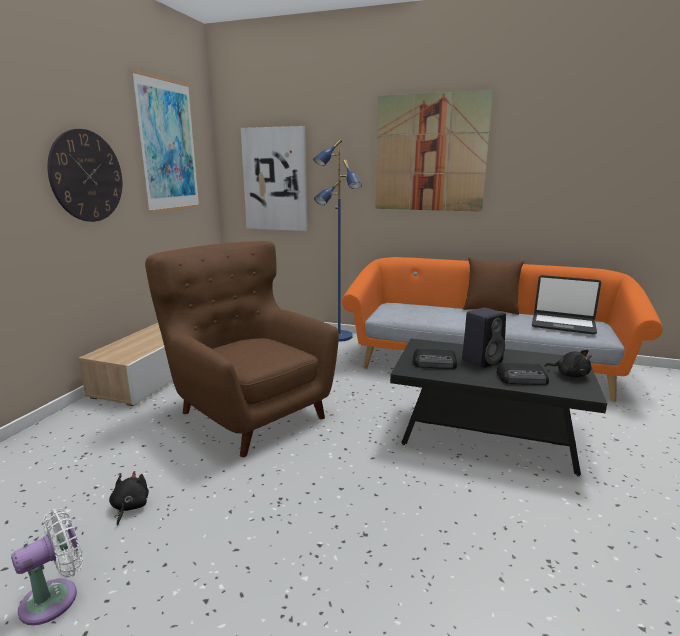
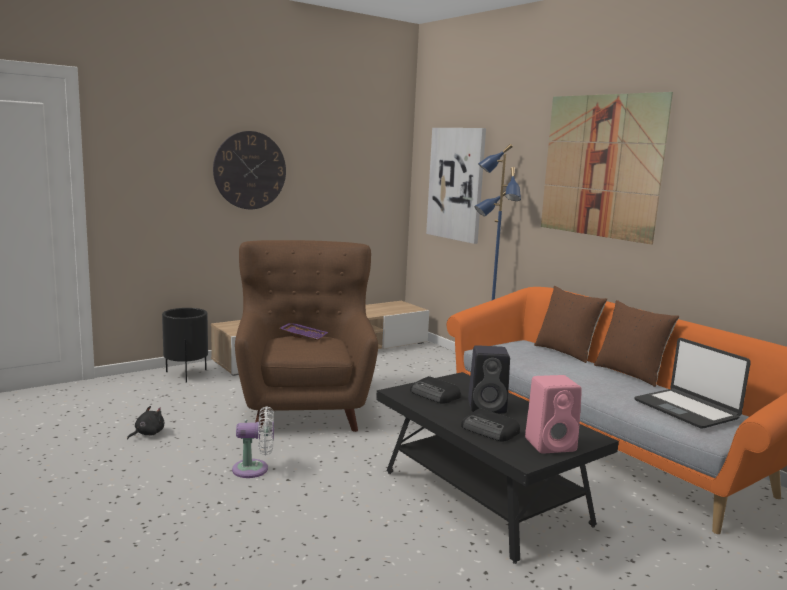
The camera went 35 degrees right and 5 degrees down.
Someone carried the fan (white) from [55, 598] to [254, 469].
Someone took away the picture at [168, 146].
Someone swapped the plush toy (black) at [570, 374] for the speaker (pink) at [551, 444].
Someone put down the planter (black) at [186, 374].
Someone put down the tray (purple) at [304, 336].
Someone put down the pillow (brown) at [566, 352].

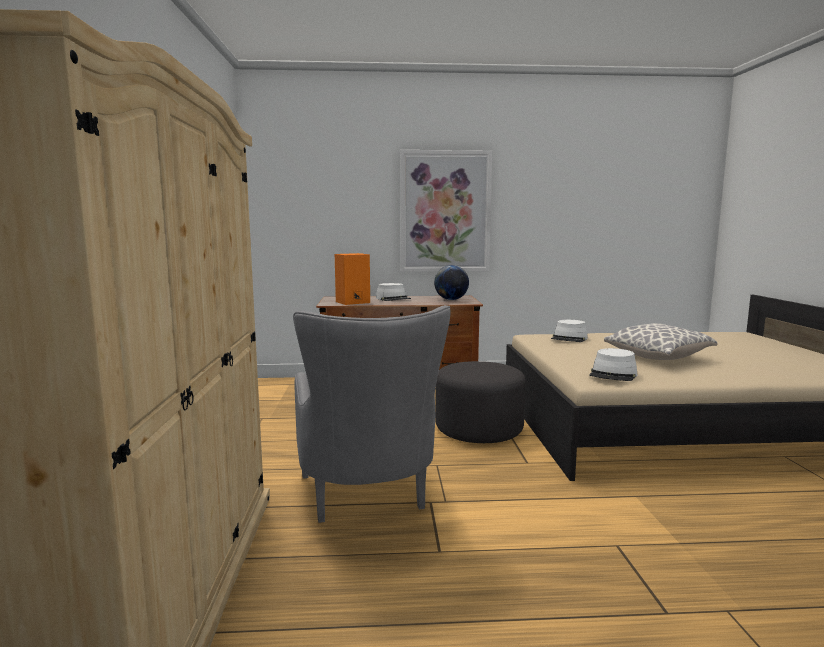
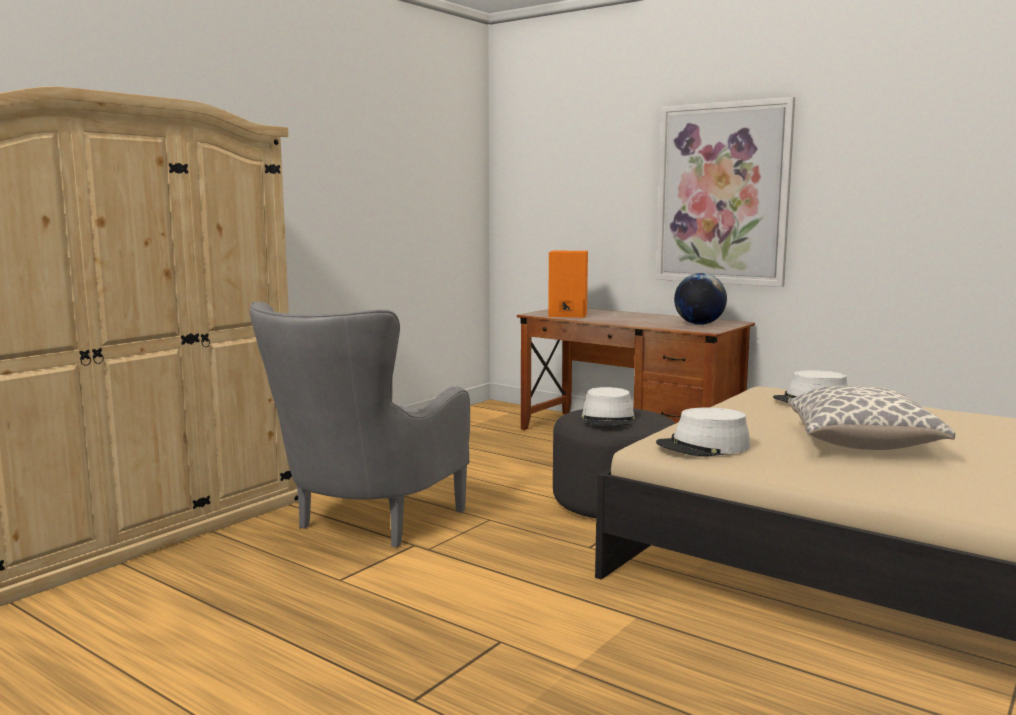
The camera went 40 degrees right and 0 degrees up.
Someone carried the hat (white) from [393, 299] to [608, 419].

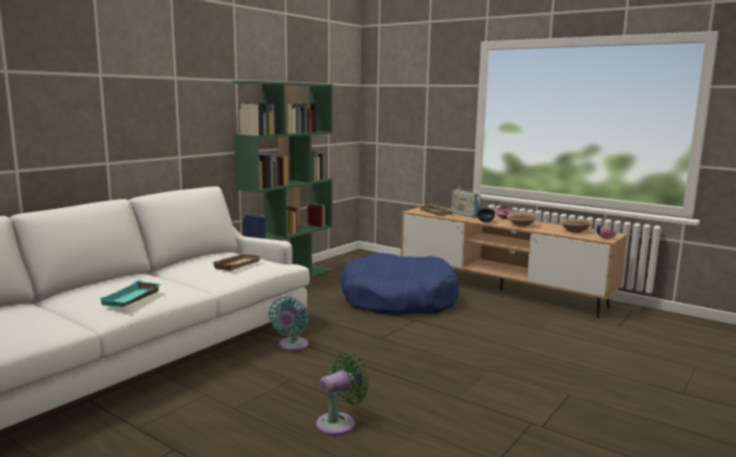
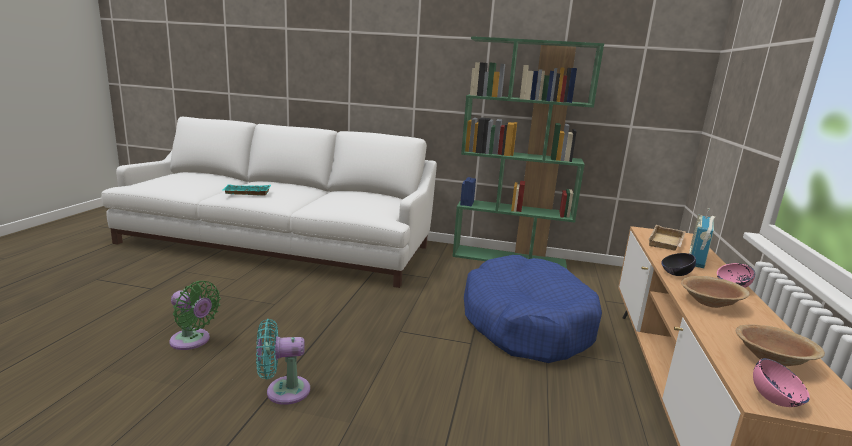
The camera went 65 degrees right and 5 degrees up.
Someone took away the tray (beige) at [236, 264].
Someone carried the fan (turquoise) from [292, 346] to [283, 391].

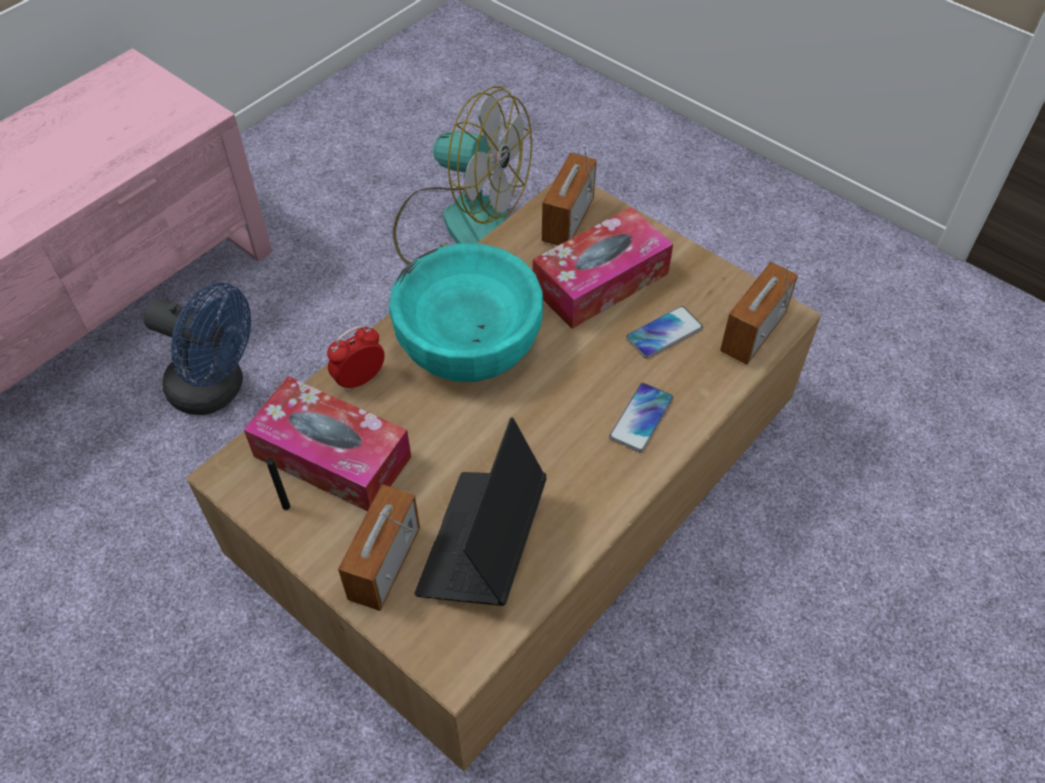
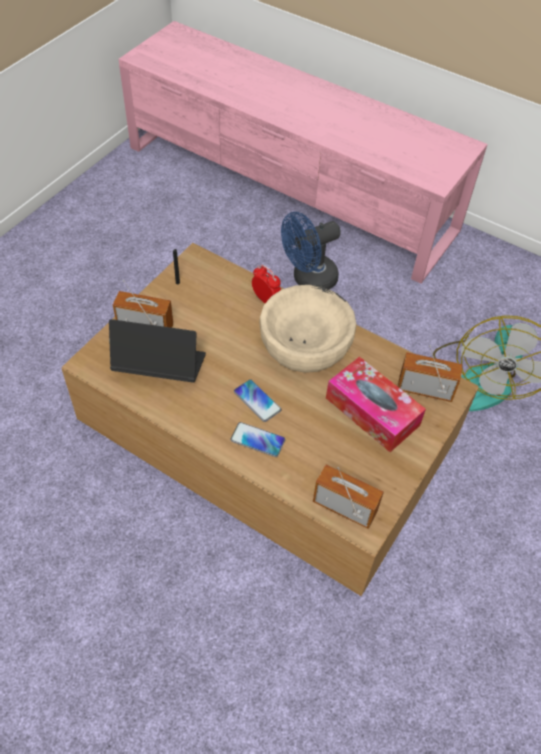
The camera went 80 degrees right and 0 degrees up.
Someone rotated the fan (blue) at [217, 390] by 45 degrees clockwise.
Someone took away the tissue box at [332, 456].
Someone repainted the bowl (turquoise) at [468, 340], which became the bowl (beige) at [305, 345].
Someone carried the phone from [664, 333] to [257, 401].

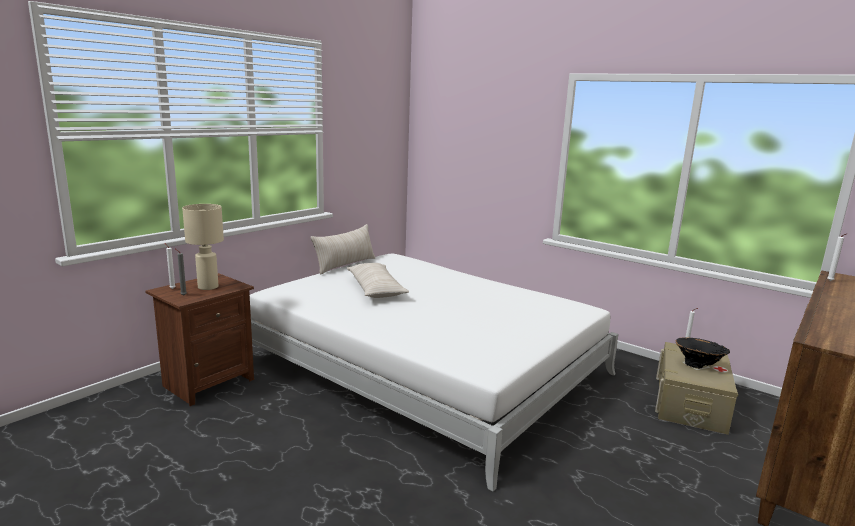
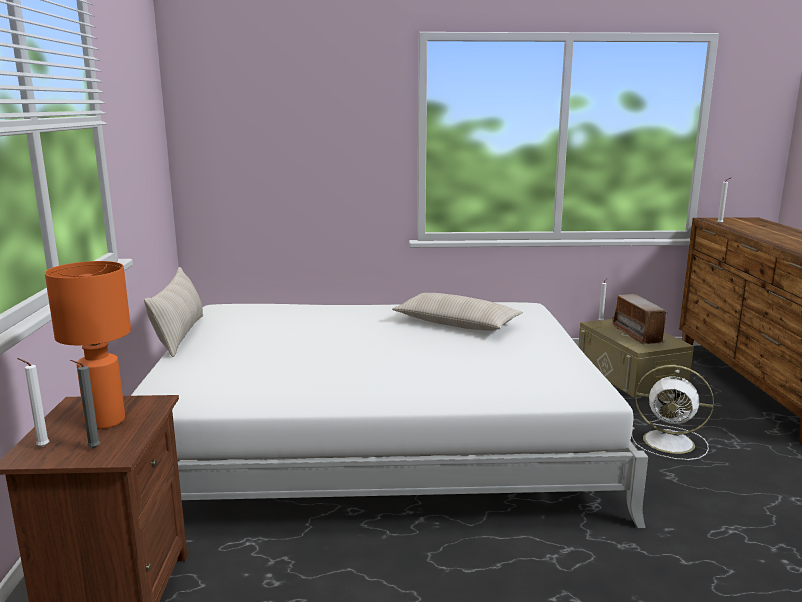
The camera went 40 degrees left and 0 degrees up.
Someone repainted the table lamp (beige) at [207, 287], which became the table lamp (orange) at [104, 421].
Someone carried the pillow (beige) from [375, 289] to [456, 324].
Someone swapped the vase (black) at [698, 366] for the radio at [637, 334].
Someone put down the fan (white) at [671, 442].

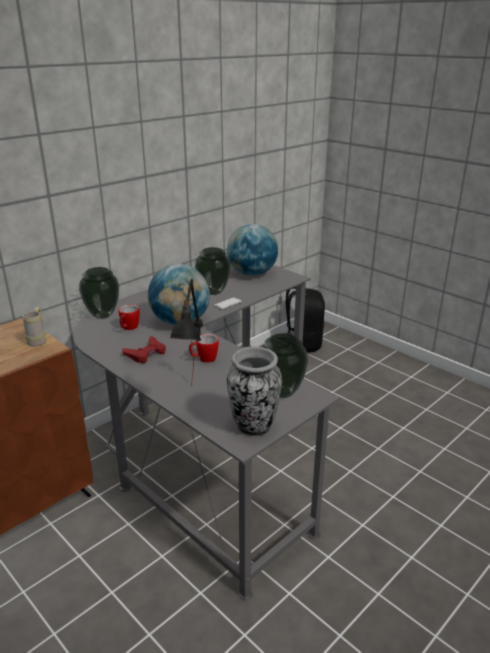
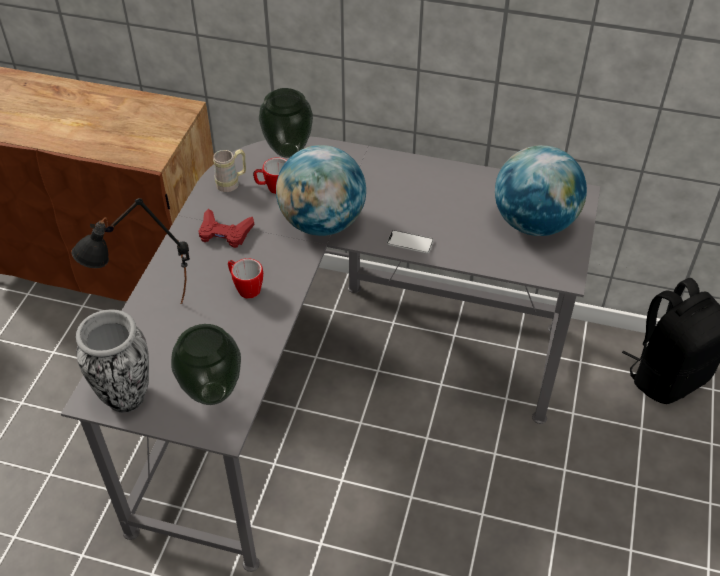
The camera went 60 degrees right and 20 degrees up.
Someone carried the mug (beige) from [38, 340] to [232, 184].
Someone took away the vase at [213, 292].

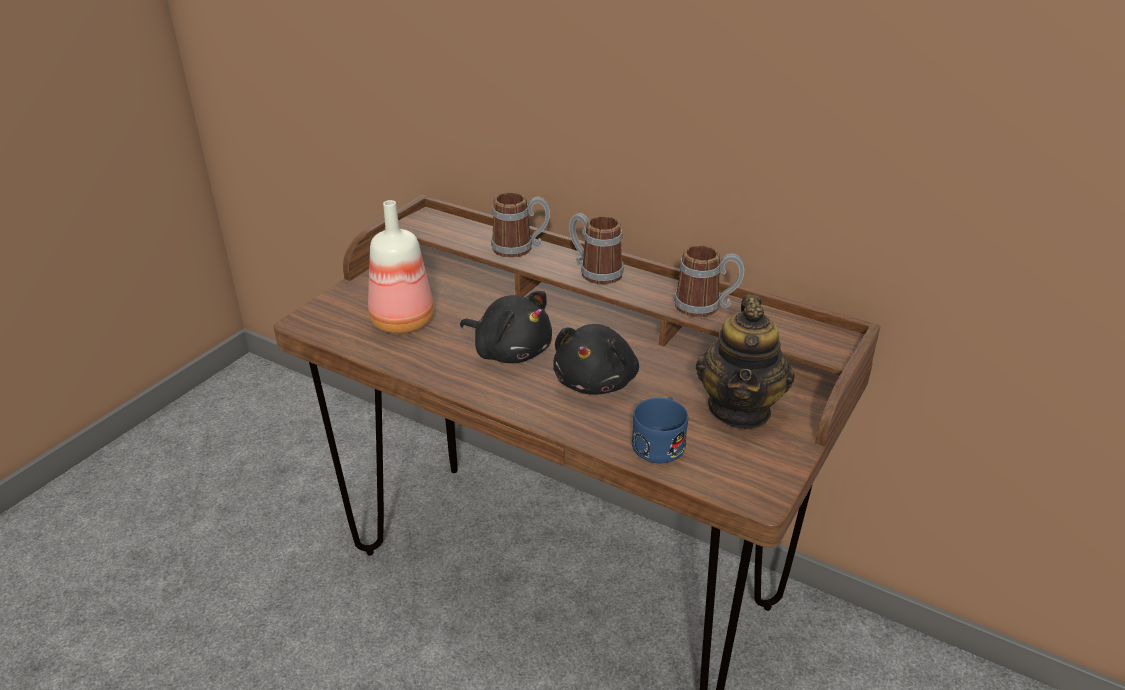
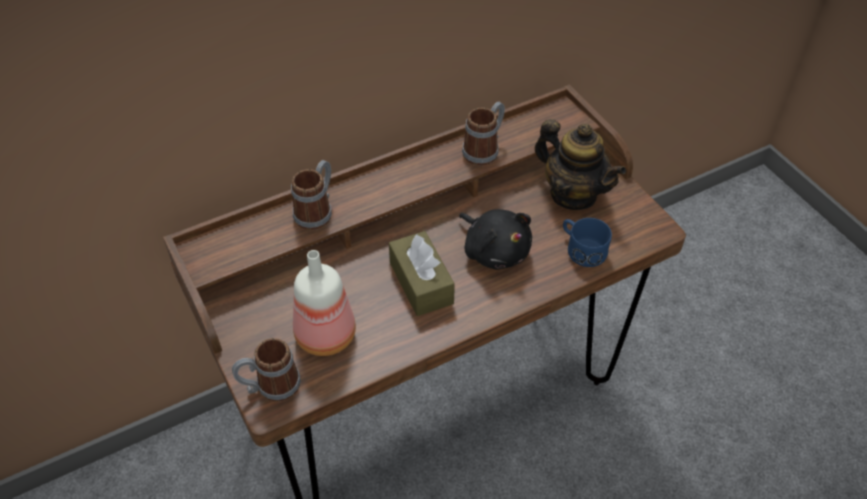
The camera went 60 degrees left and 15 degrees up.
Someone swapped the plush toy (black) at [510, 351] for the tissue box (brown) at [421, 283].
Someone carried the mug from [594, 271] to [270, 387].

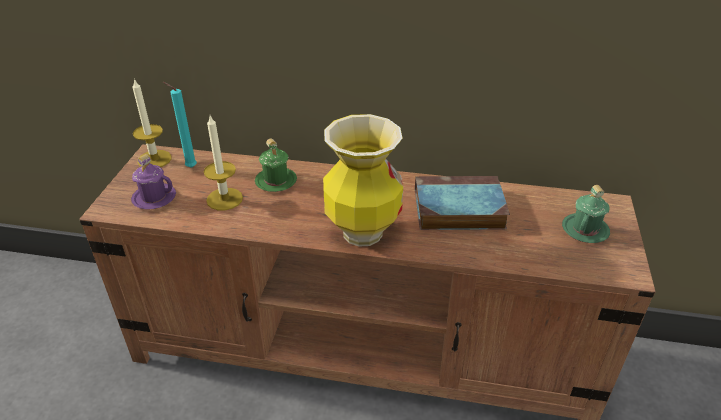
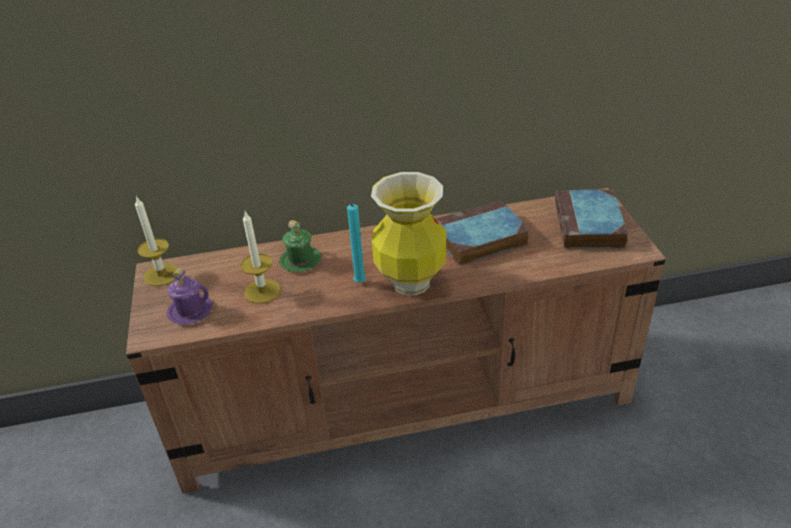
The camera went 20 degrees left and 0 degrees up.
Someone carried the candle (turquoise) from [189, 167] to [358, 283].
Someone swapped the mug (green) at [585, 230] for the book at [589, 226].

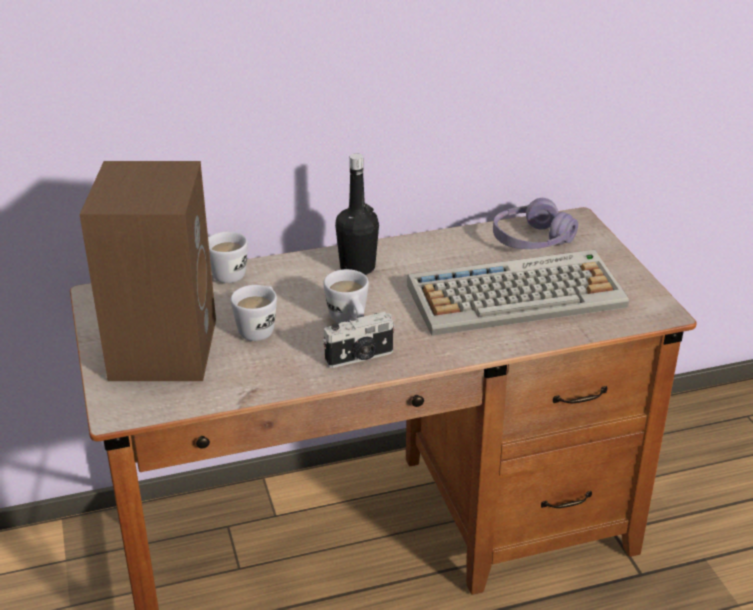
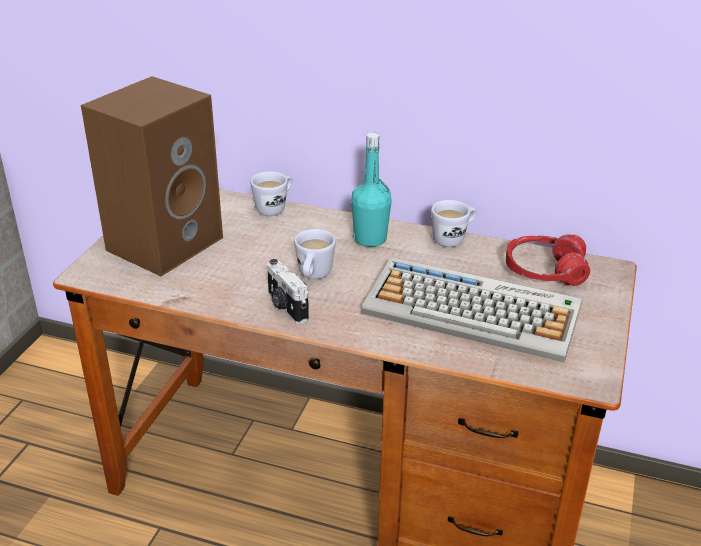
The camera went 35 degrees right and 0 degrees up.
Someone carried the mug (white) from [259, 328] to [453, 239].
Someone rotated the photo camera at [360, 358] by 45 degrees clockwise.
Someone repainted the bottle (black) at [357, 268], which became the bottle (turquoise) at [370, 239].
Someone repainted the headphones (purple) at [531, 240], which became the headphones (red) at [544, 271].

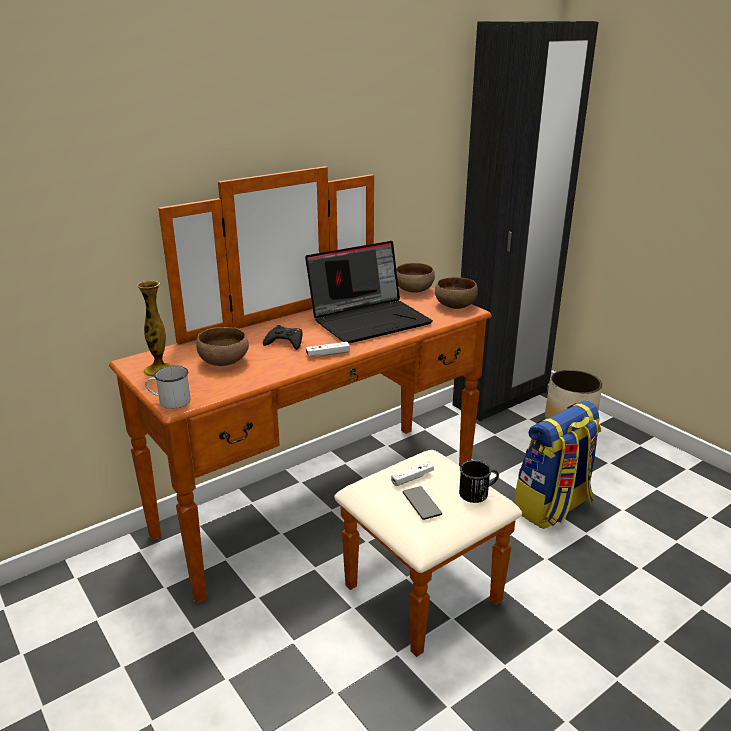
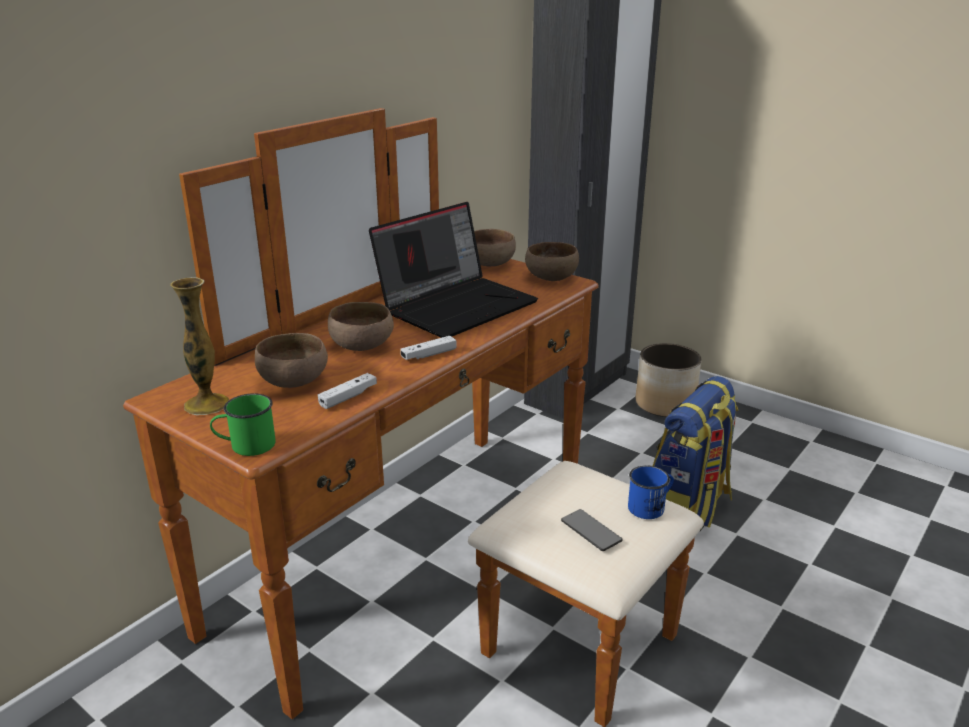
The camera went 15 degrees left and 0 degrees up.
Someone repainted the mug (white) at [170, 401], which became the mug (green) at [246, 446].
Someone swapped the game controller (black) at [285, 342] for the bowl (brown) at [363, 346].
Someone carried the game controller (white) from [412, 478] to [348, 397].
Someone repainted the mug (black) at [478, 493], which became the mug (blue) at [650, 506].

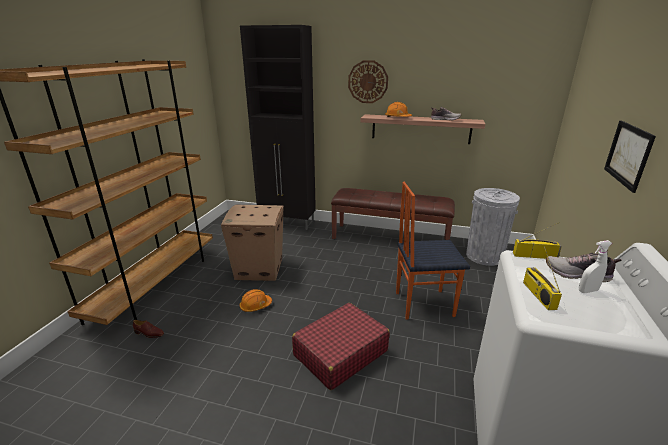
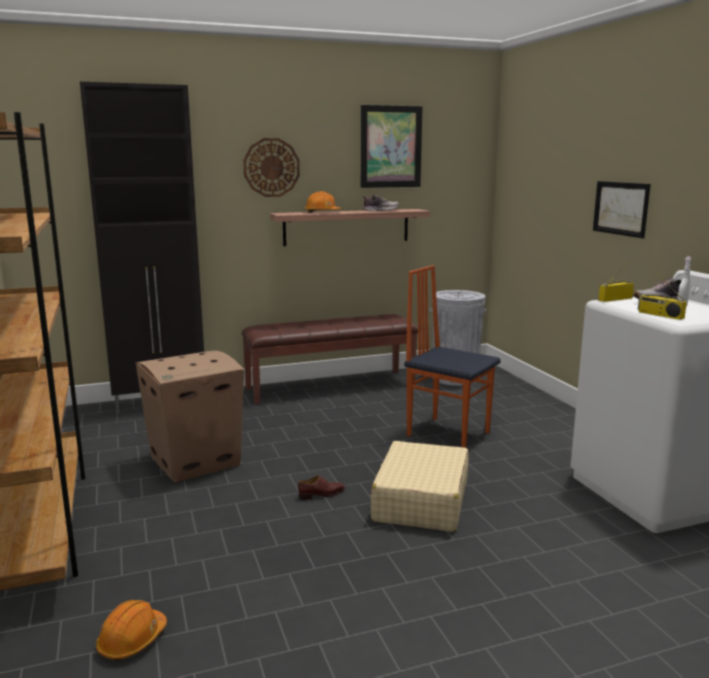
The camera went 35 degrees left and 10 degrees down.
Someone carried the shoe (brown) from [149, 333] to [322, 494].
Someone carried the hard hat (orange) from [255, 306] to [132, 640].
Someone repainted the suitcase (red) at [340, 353], which became the suitcase (beige) at [421, 501].
Someone rotated the chair at [423, 303] by 75 degrees clockwise.
Someone put up the picture at [391, 147].

